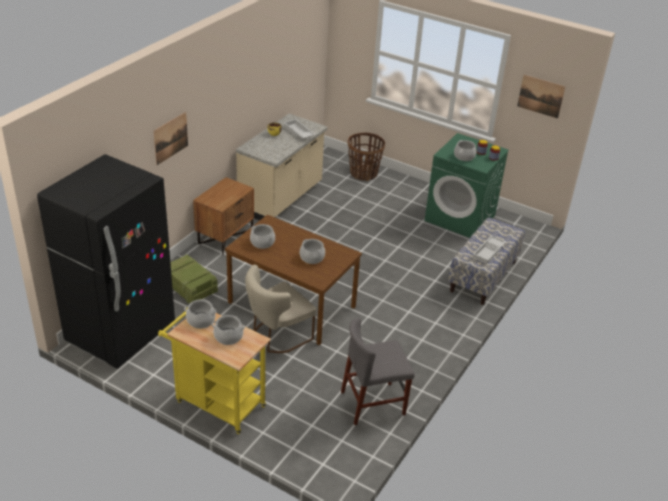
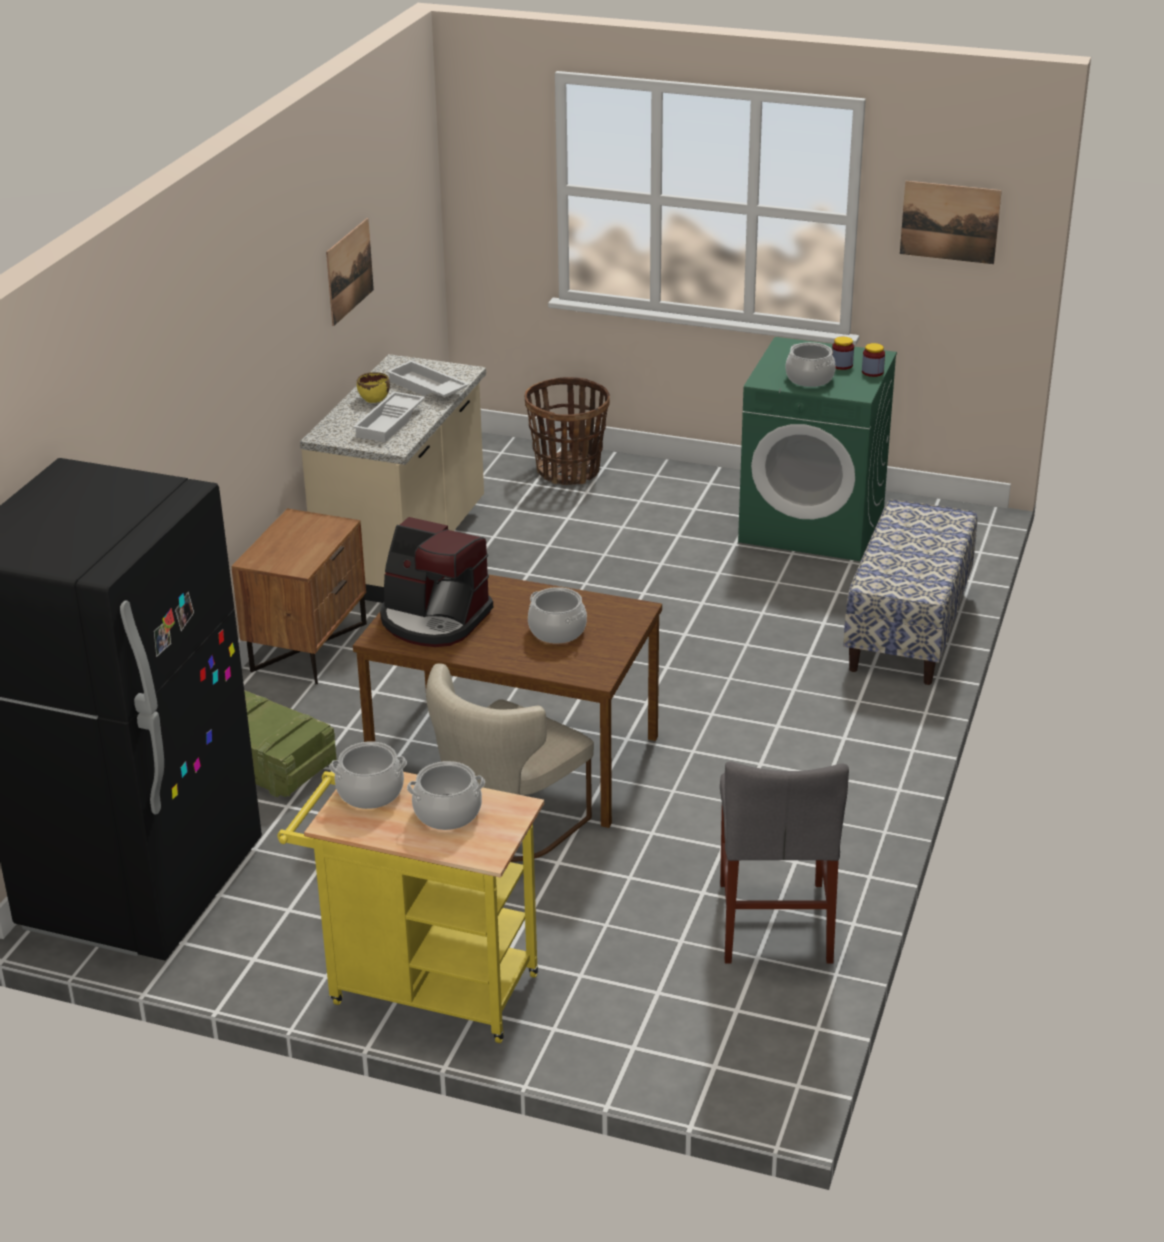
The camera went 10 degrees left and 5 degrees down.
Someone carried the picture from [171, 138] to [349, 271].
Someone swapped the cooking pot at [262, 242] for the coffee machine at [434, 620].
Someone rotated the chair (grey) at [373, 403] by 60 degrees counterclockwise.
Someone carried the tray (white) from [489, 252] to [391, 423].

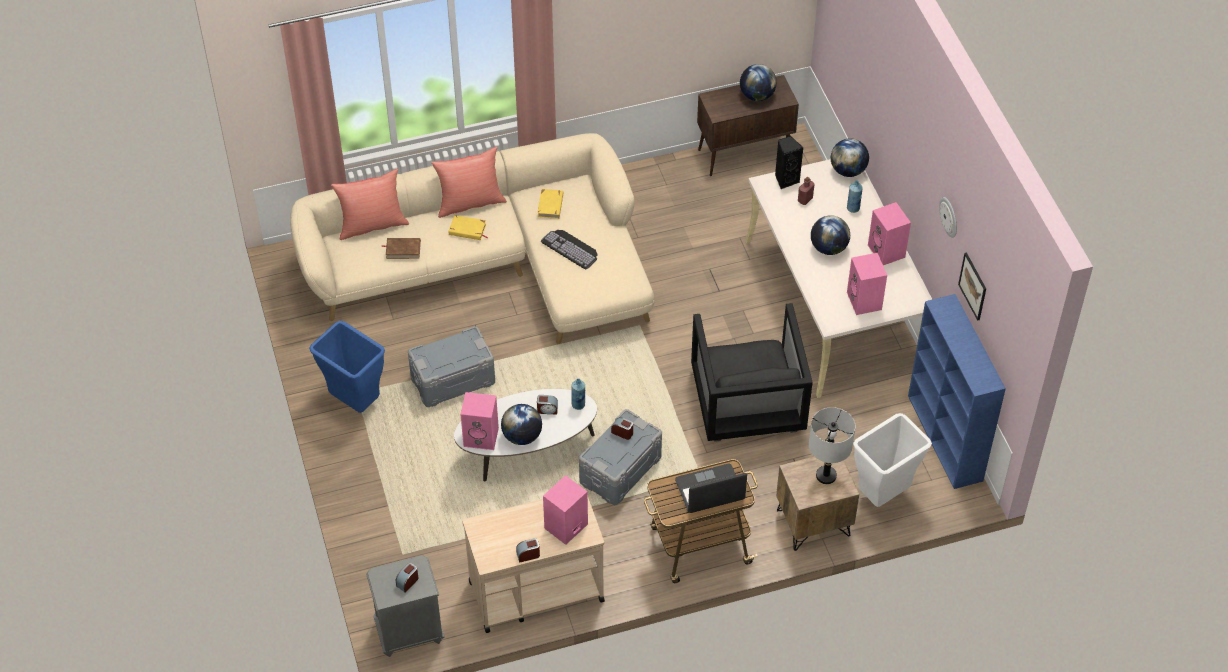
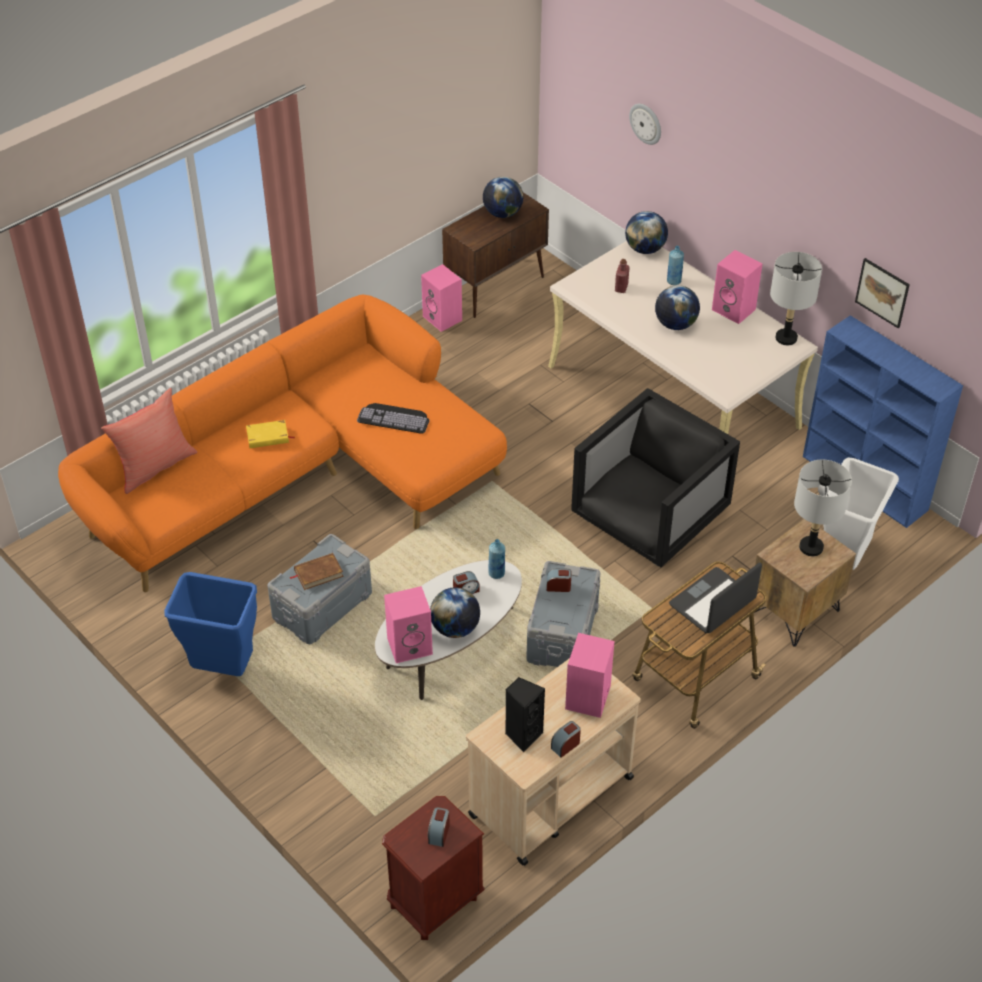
The camera went 25 degrees left and 5 degrees down.
Someone repainted the sofa (beige) at [492, 266], which became the sofa (orange) at [297, 475].
Someone repainted the nightstand (grey) at [409, 632], which became the nightstand (brown) at [434, 902].
Someone carried the book (brown) from [403, 249] to [318, 573].
Someone took away the pillow (red) at [470, 202].
Someone took away the book (yellow) at [550, 205].
Someone rotated the armchair (black) at [747, 401] by 105 degrees counterclockwise.
Someone carried the speaker (black) from [786, 179] to [523, 735].
Someone carried the speaker (pink) from [865, 301] to [443, 318].
Someone carried the wall clock from [949, 216] to [646, 123].
Someone put down the table lamp (grey) at [786, 338].

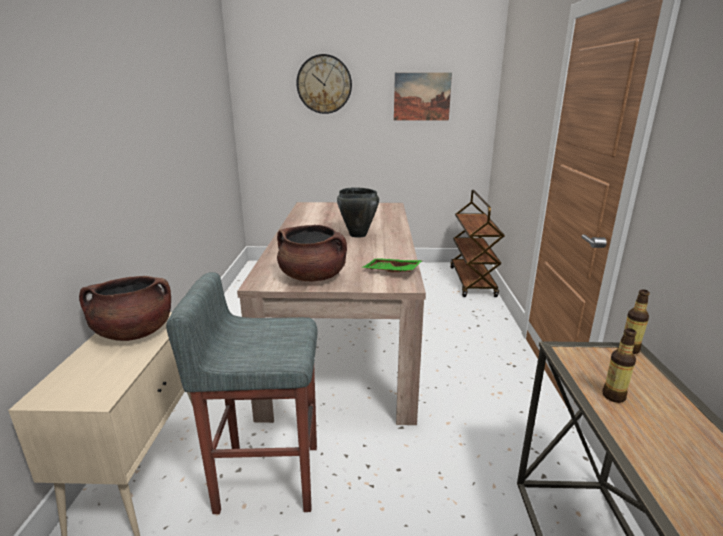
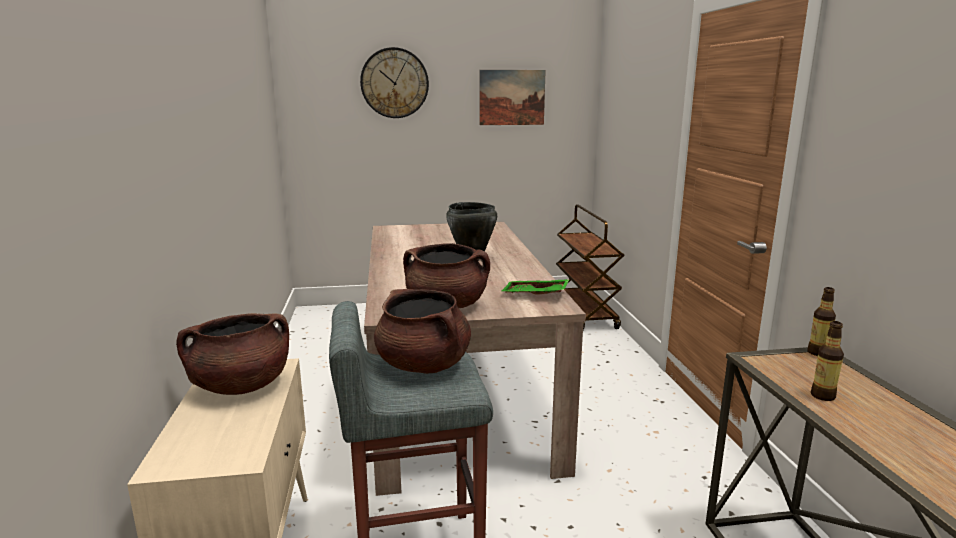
The camera went 10 degrees left and 5 degrees down.
Someone put down the cooking pot (brown) at [424, 365].

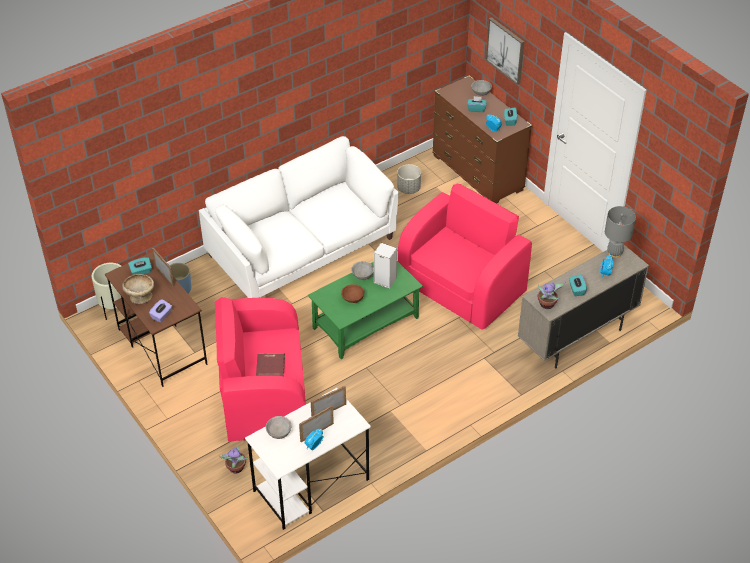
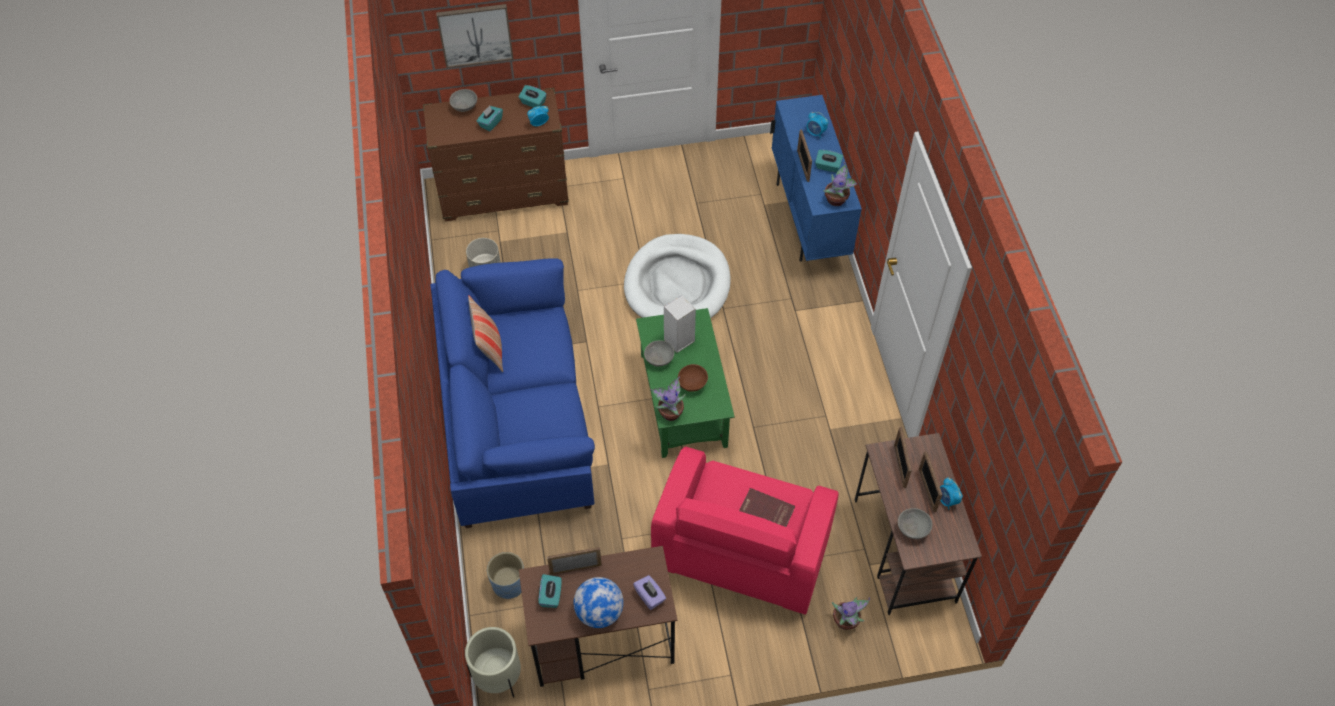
The camera went 65 degrees left and 10 degrees up.
Someone swapped the bowl (beige) at [140, 296] for the globe at [599, 612].
Someone repainted the sofa (white) at [301, 247], which became the sofa (blue) at [517, 418].
Someone repainted the desk (white) at [310, 486], which became the desk (brown) at [905, 551].
Someone swapped the armchair (pink) at [462, 286] for the dog bed (white) at [677, 284].
Someone repainted the cabinet (beige) at [576, 338], which became the cabinet (blue) at [808, 220].
Someone took away the table lamp (grey) at [614, 253].
Someone put down the pillow at [489, 349].
Someone put down the potted plant at [670, 412].
Someone put down the picture frame at [803, 166].

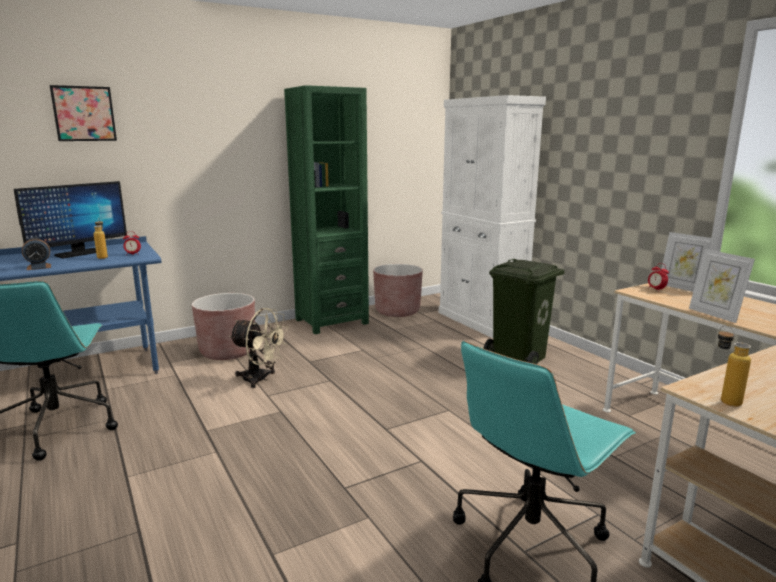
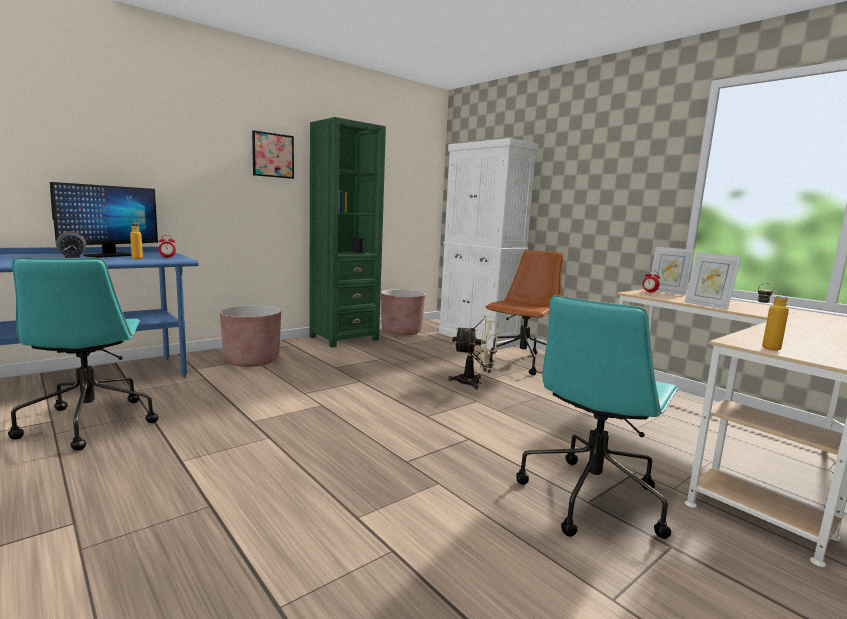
The camera went 10 degrees left and 5 degrees down.
Someone carried the picture from [84, 113] to [273, 155].
Someone carried the fan (beige) from [260, 379] to [475, 383].
Someone swapped the trash can (green) at [520, 357] for the office chair (brown) at [521, 363].

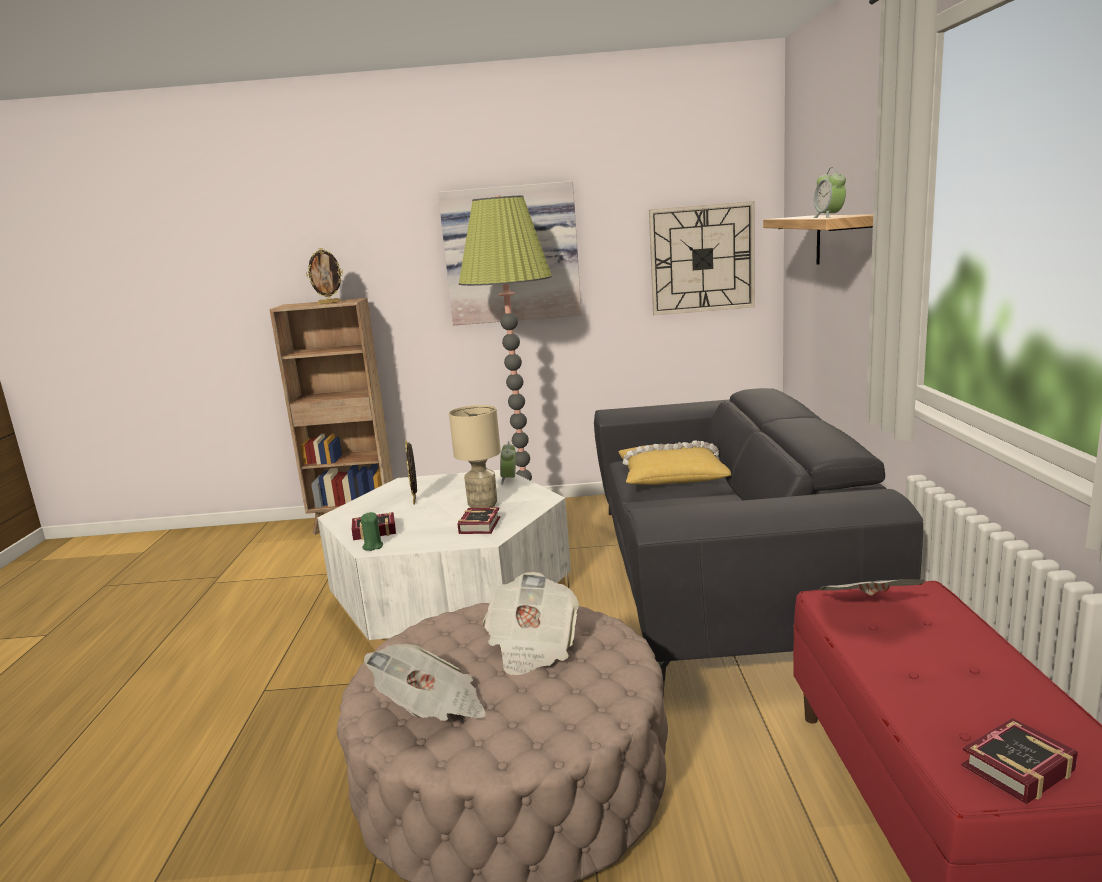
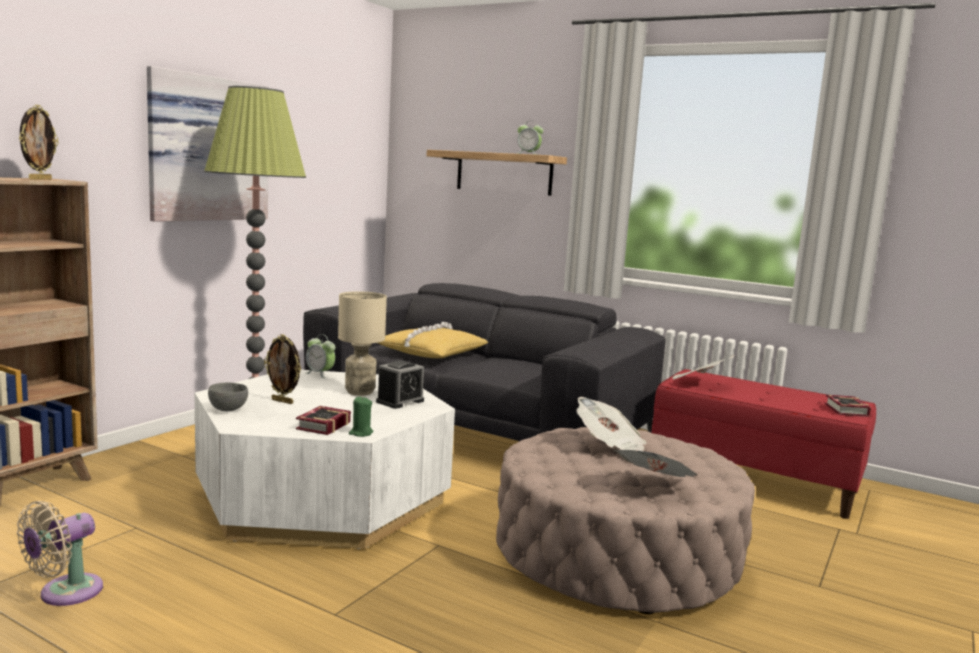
The camera went 60 degrees left and 5 degrees down.
Someone swapped the book at [481, 524] for the alarm clock at [400, 401].
Someone took away the wall clock at [702, 259].
Someone put down the fan (beige) at [65, 593].
Someone put down the bowl (grey) at [227, 410].

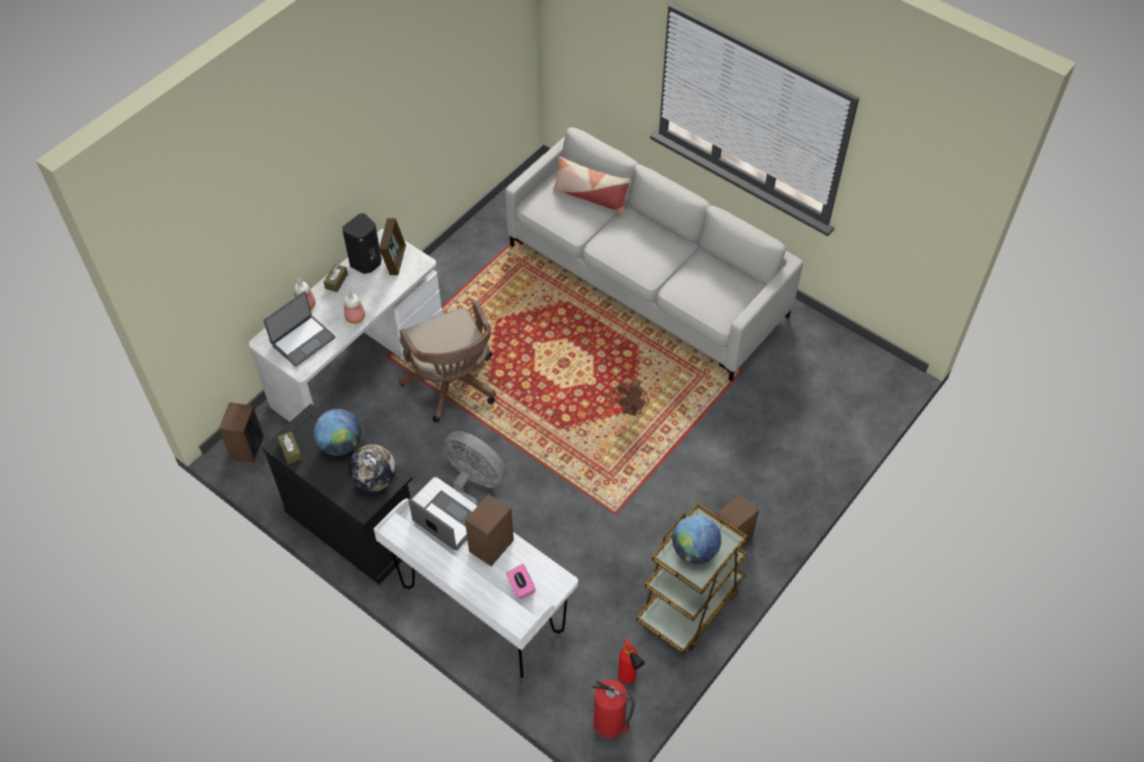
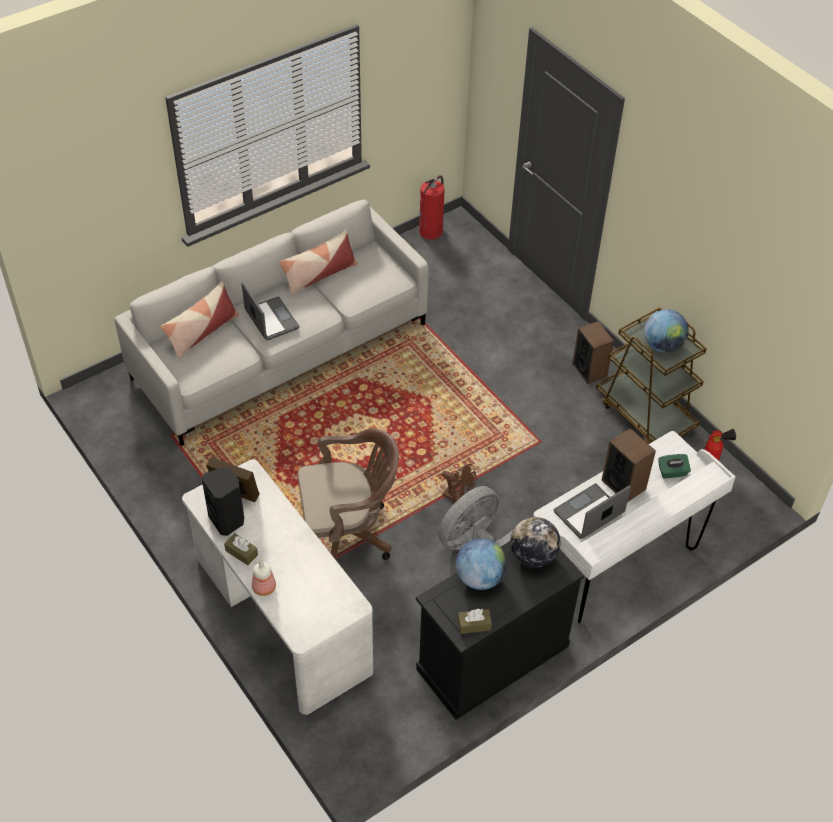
The camera went 75 degrees left and 5 degrees down.
Someone took away the speaker at [247, 447].
Someone carried the laptop from [303, 340] to [270, 320].
Someone took away the bottle at [355, 317].
Someone repainted the tissue box (pink) at [521, 587], which became the tissue box (green) at [672, 472].
Someone carried the fire extinguisher from [610, 723] to [431, 231].
Someone carried the fan (brown) from [631, 409] to [458, 498].
Someone put down the pillow at [319, 275].

